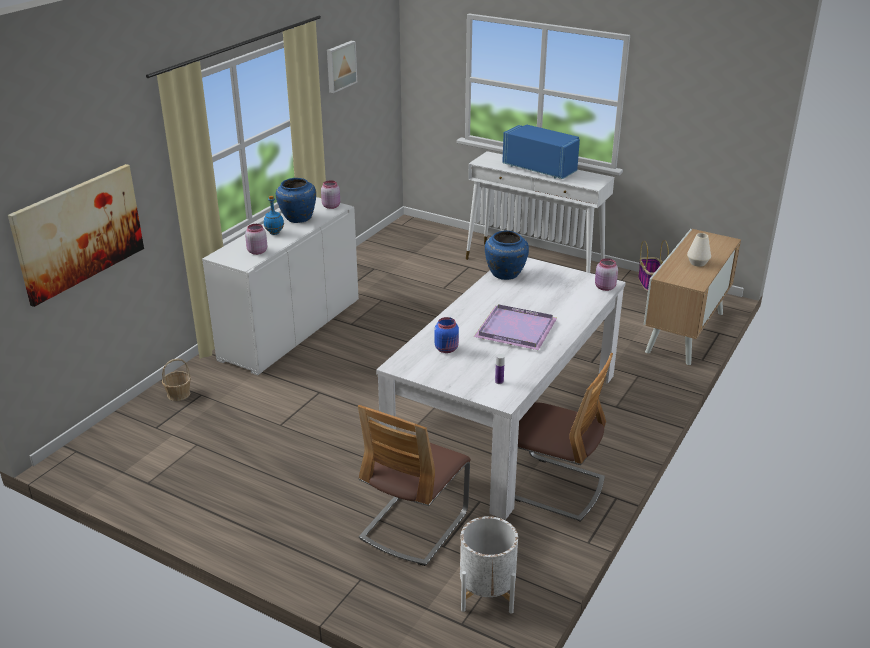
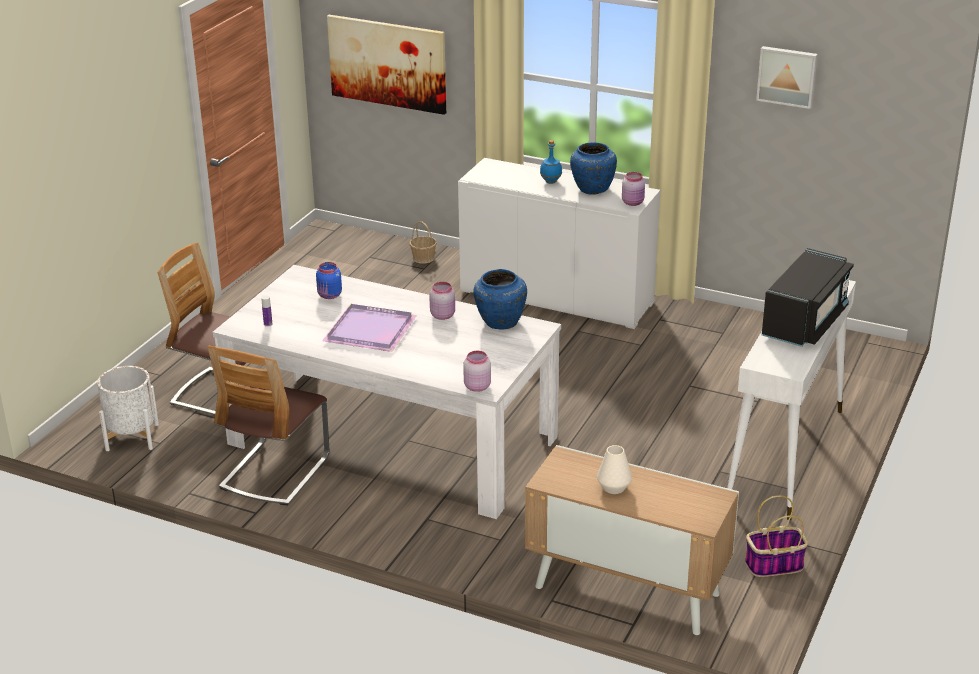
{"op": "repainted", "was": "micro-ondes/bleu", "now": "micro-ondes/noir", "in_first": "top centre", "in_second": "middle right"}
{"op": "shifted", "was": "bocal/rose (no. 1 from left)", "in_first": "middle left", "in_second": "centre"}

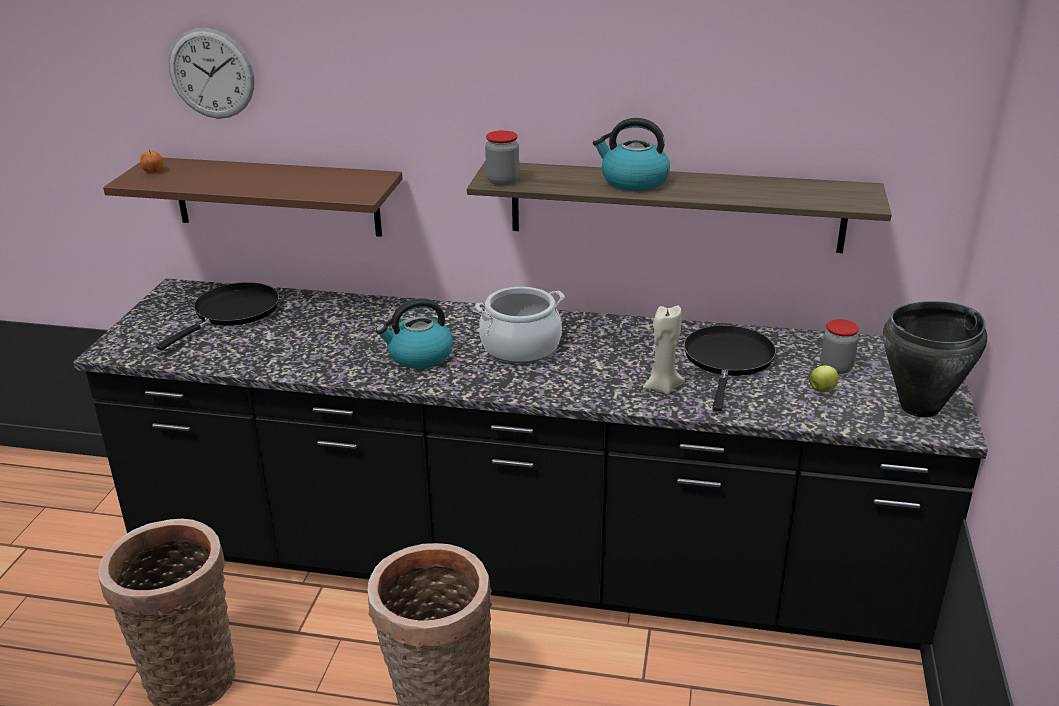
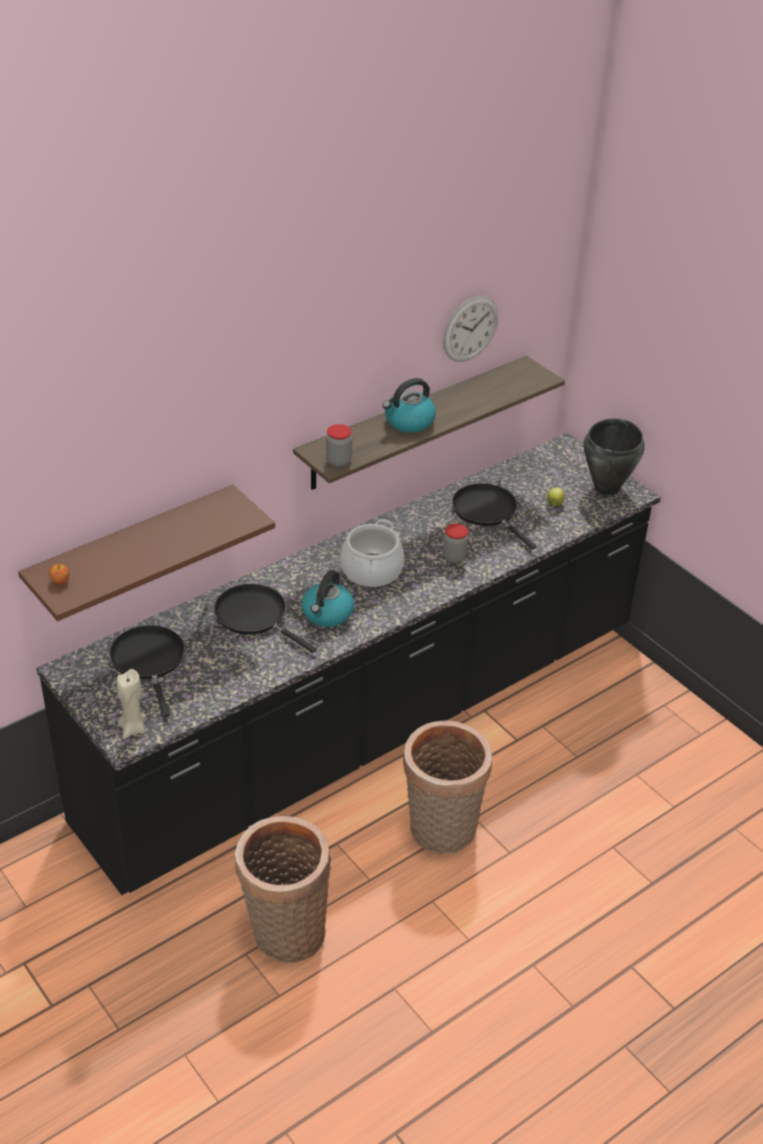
{"op": "shifted", "was": "horloge murale", "in_first": "top left", "in_second": "top centre"}
{"op": "shifted", "was": "bougie/beige", "in_first": "centre", "in_second": "middle left"}
{"op": "shifted", "was": "bocal (no. 2 from left)", "in_first": "middle right", "in_second": "centre"}
{"op": "new", "now": "poêle/noir (no. 2 from left)", "in_second": "centre"}

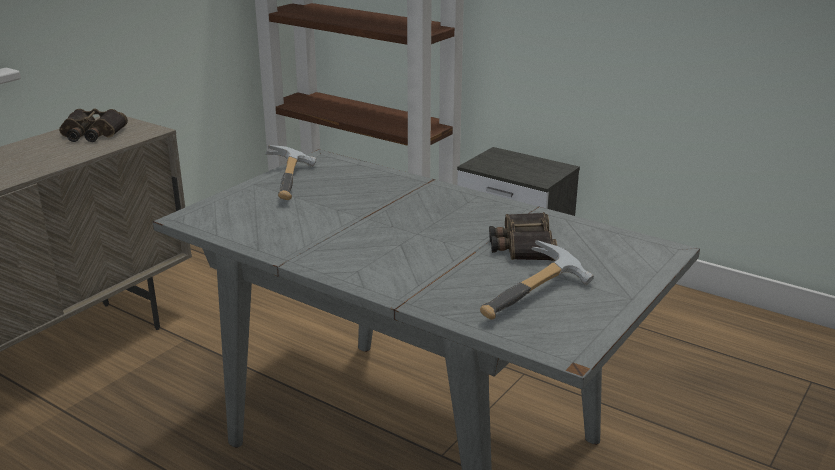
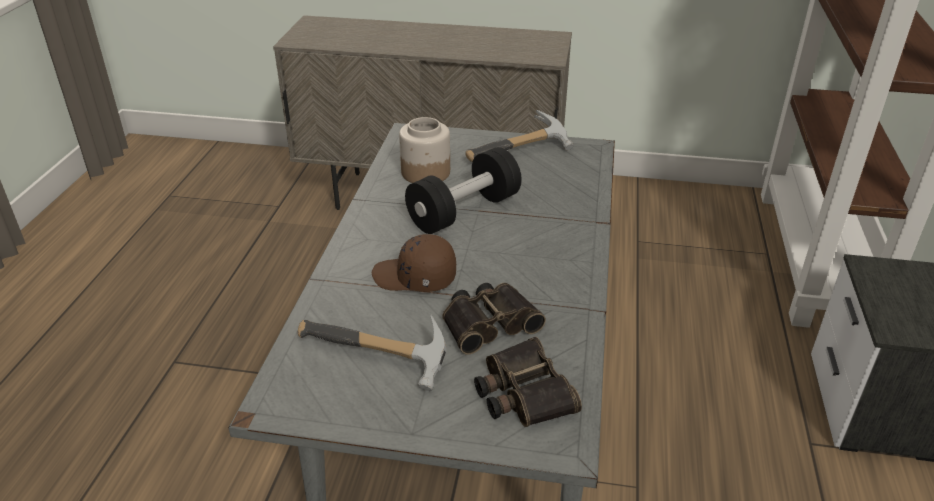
{"op": "shifted", "was": "jumelles (no. 1 from left in the first image)", "now": "jumelles (no. 2 from left)", "in_first": "top left", "in_second": "bottom centre"}
{"op": "new", "now": "bocal", "in_second": "top centre"}
{"op": "new", "now": "haltère/noir", "in_second": "centre"}
{"op": "new", "now": "casquette/marron", "in_second": "centre"}

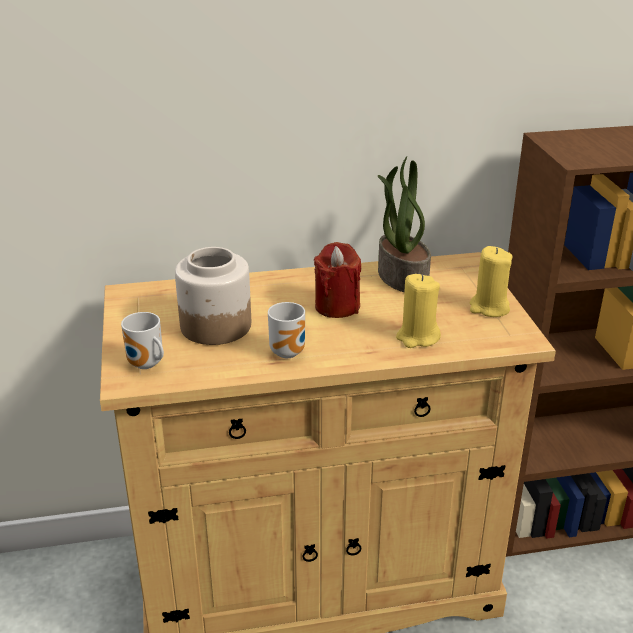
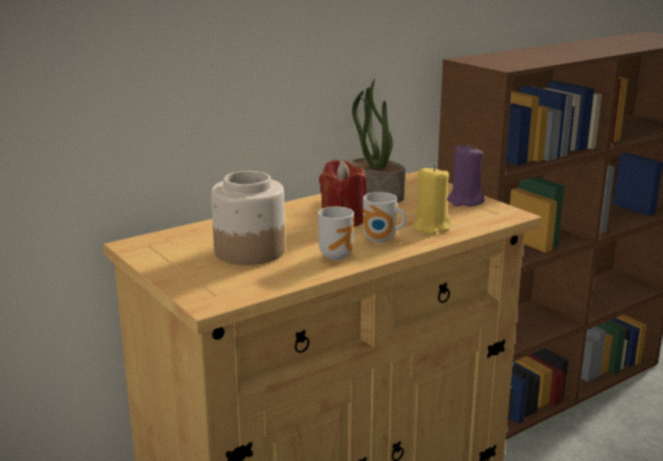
{"op": "repainted", "was": "bougie/jaune (no. 2 from left)", "now": "bougie/violet", "in_first": "middle right", "in_second": "middle right"}
{"op": "shifted", "was": "mug (no. 1 from left in the first image)", "now": "mug (no. 2 from left)", "in_first": "middle left", "in_second": "centre"}

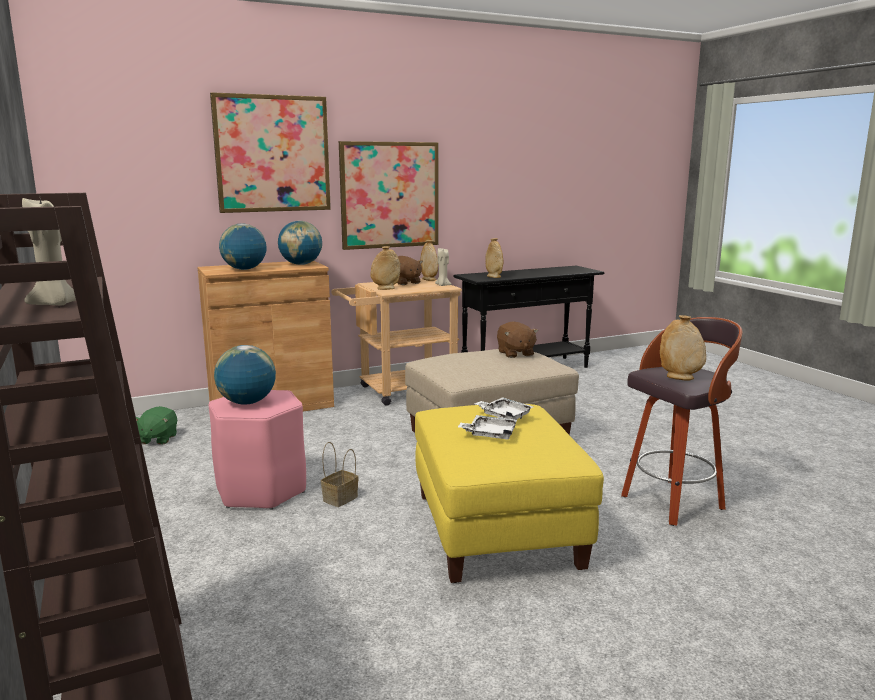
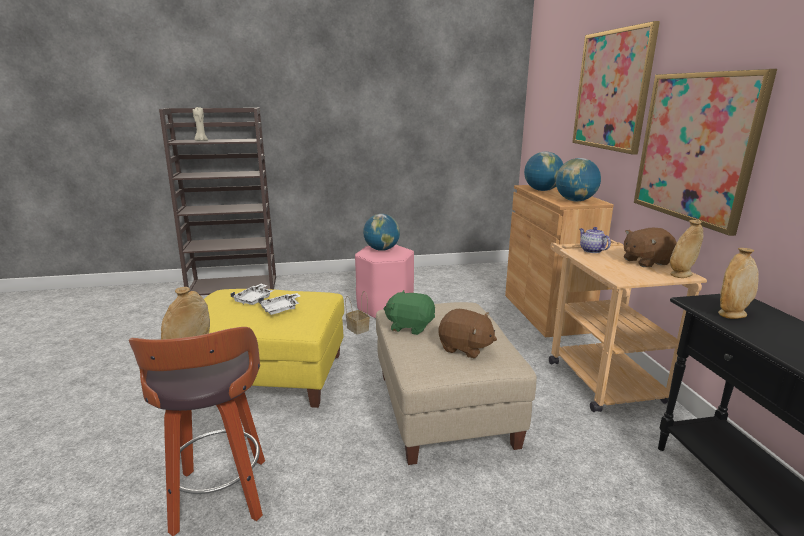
{"op": "swapped", "was": "vase/beige (no. 1 from left)", "now": "théière", "in_first": "centre", "in_second": "middle right"}
{"op": "gone", "was": "bougie/beige (no. 2 from left)", "in_first": "centre"}
{"op": "rotated", "was": "peluche/marron (no. 2 from left in the first image)", "in_first": "centre", "in_second": "centre", "clockwise": -150}
{"op": "shifted", "was": "peluche/vert", "in_first": "middle left", "in_second": "centre"}

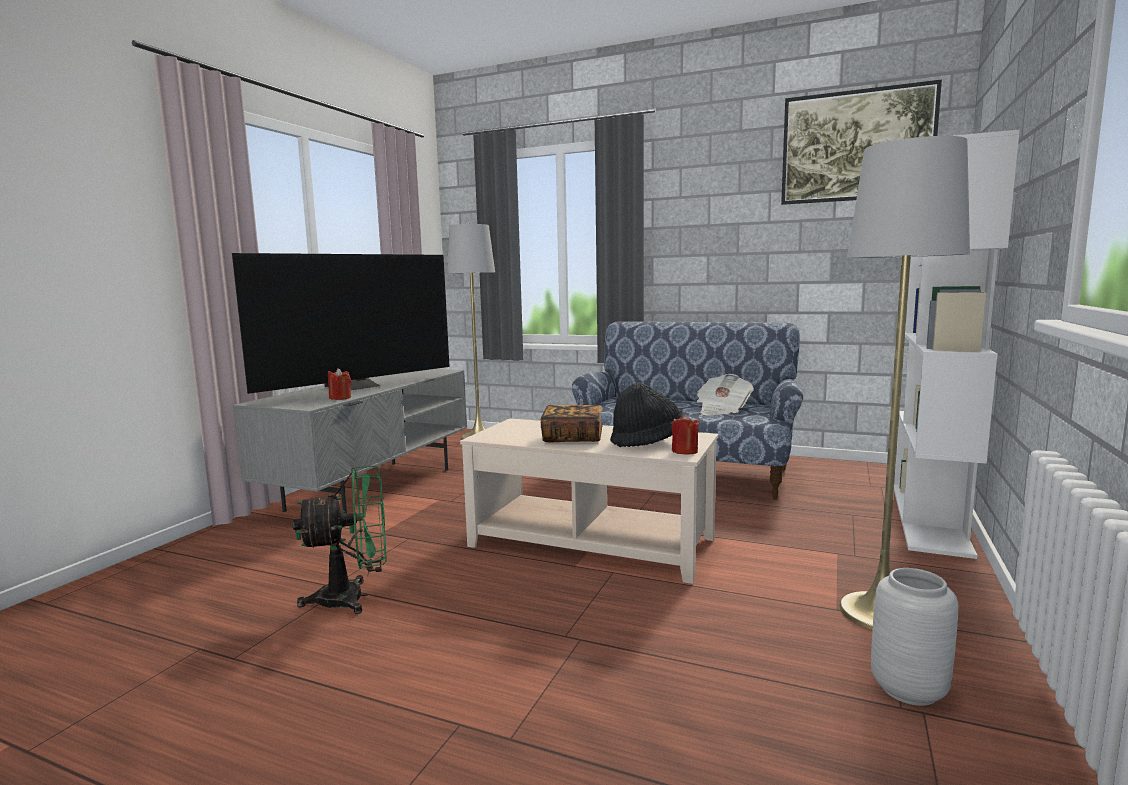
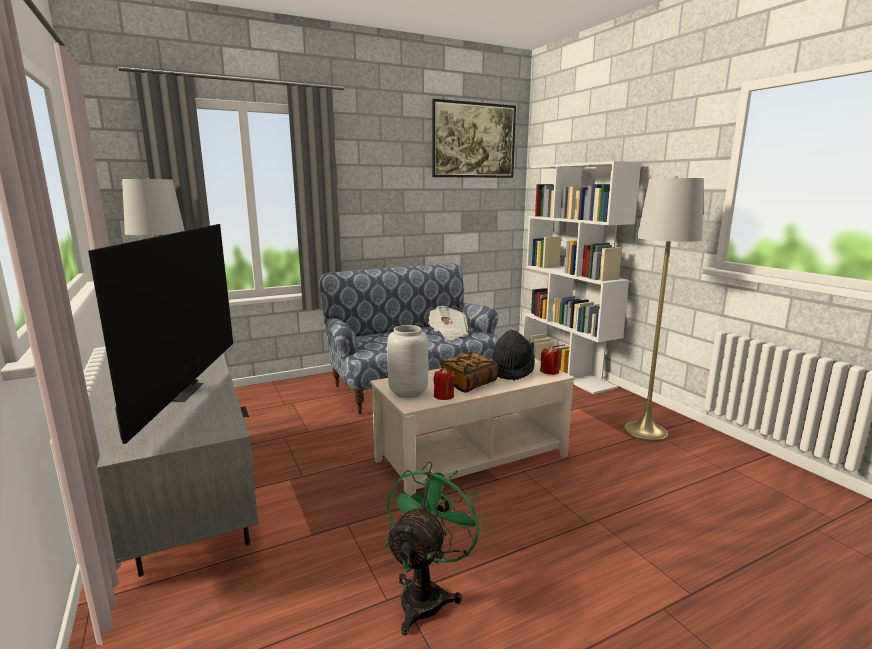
{"op": "shifted", "was": "bougie/rouge (no. 1 from left)", "in_first": "middle left", "in_second": "centre"}
{"op": "shifted", "was": "vase/gris", "in_first": "bottom right", "in_second": "centre"}

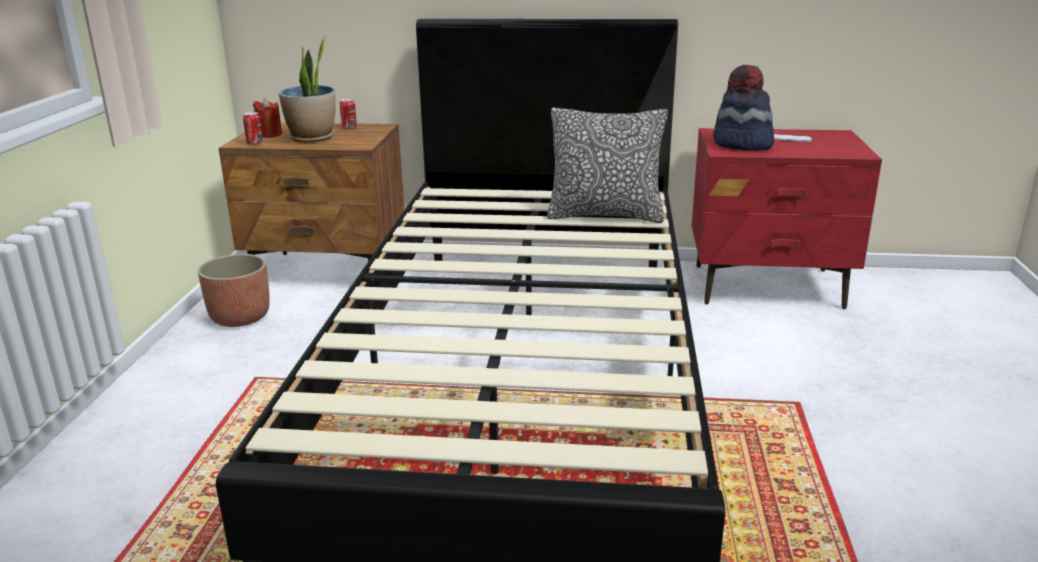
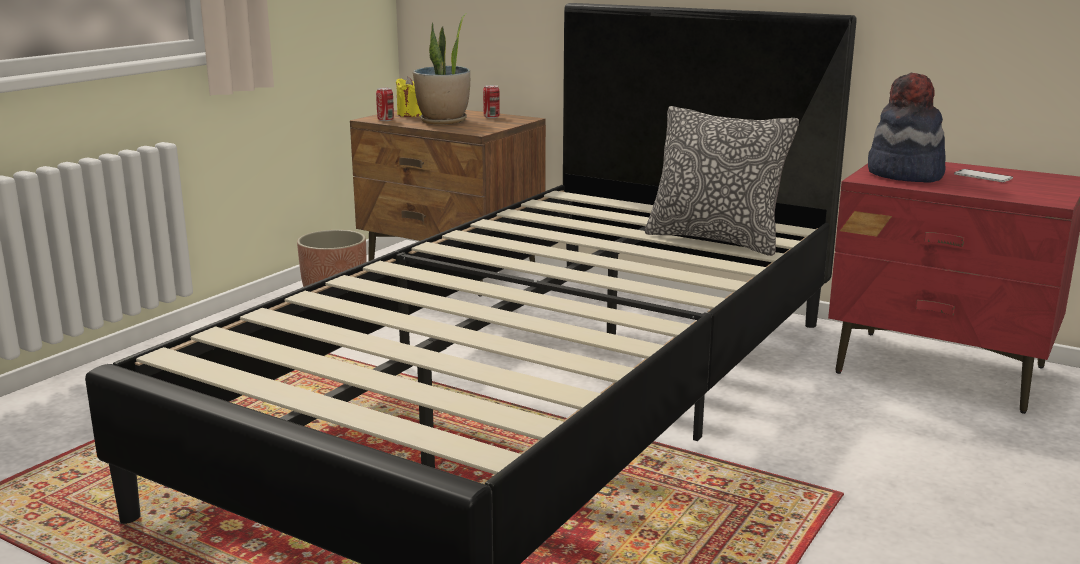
{"op": "repainted", "was": "bougie/rouge", "now": "bougie/jaune", "in_first": "top left", "in_second": "top centre"}

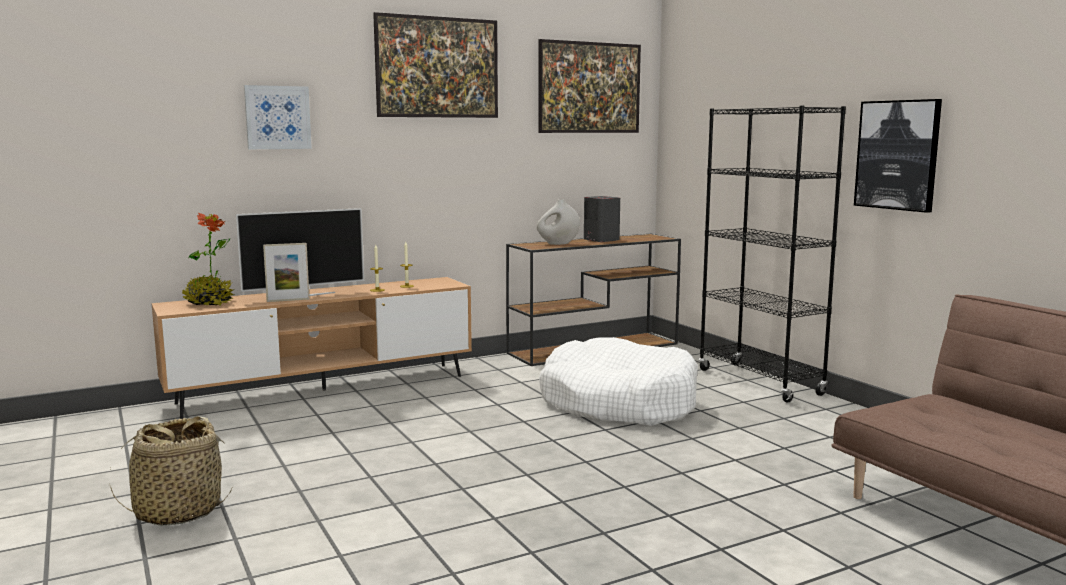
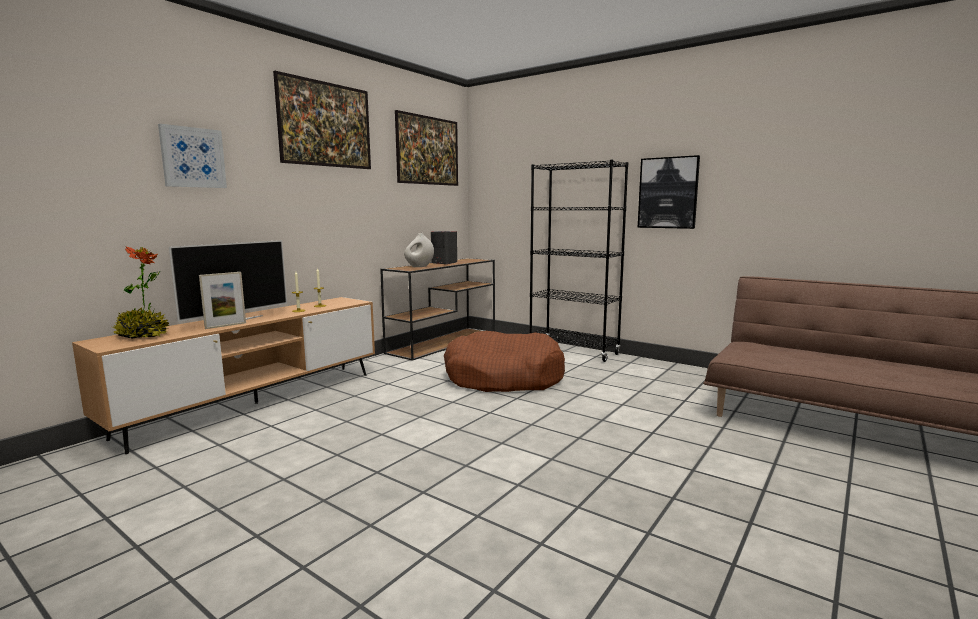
{"op": "repainted", "was": "panier pour chien/blanc", "now": "panier pour chien/marron", "in_first": "centre", "in_second": "centre"}
{"op": "gone", "was": "panier", "in_first": "bottom left"}

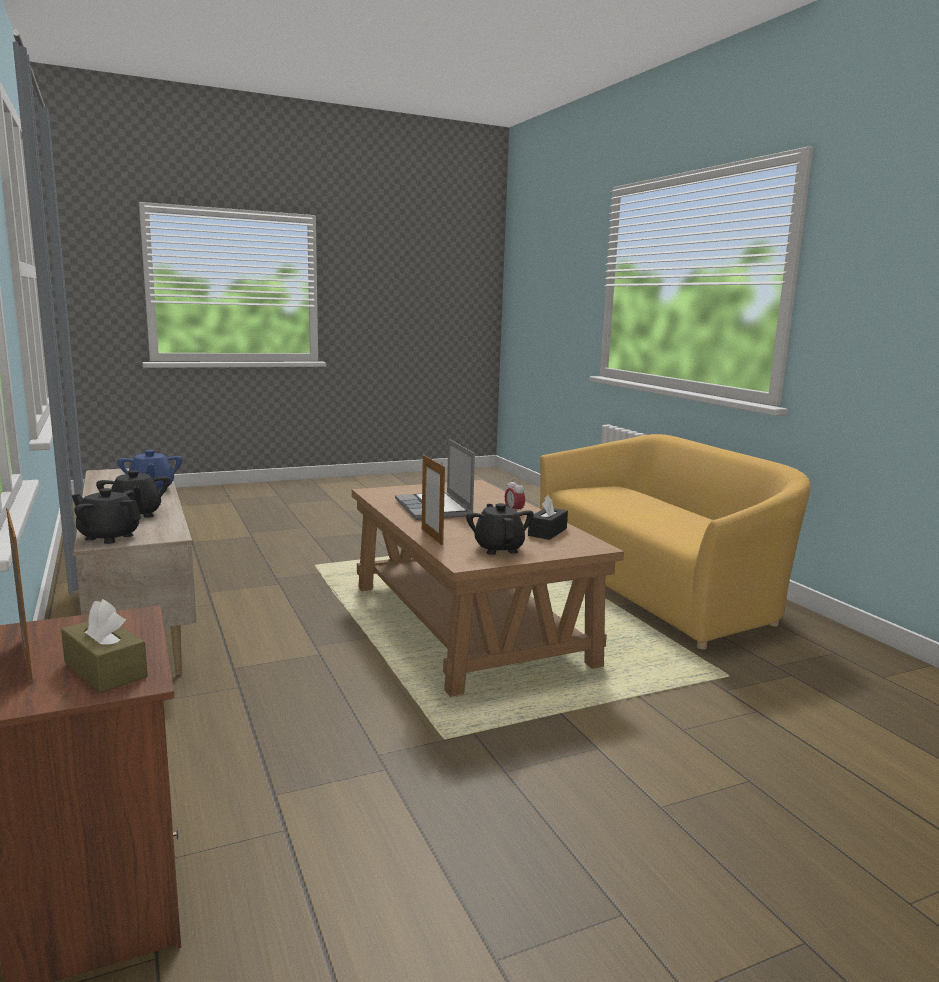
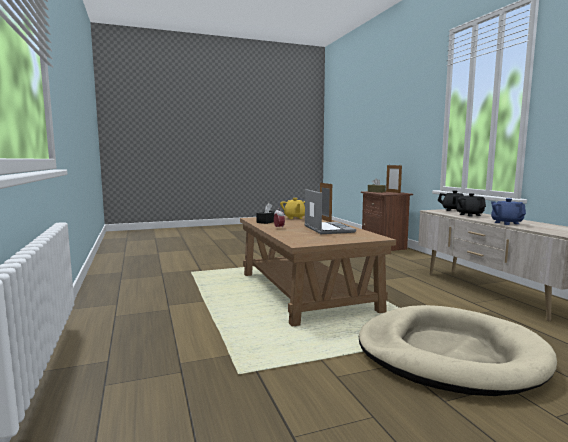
{"op": "gone", "was": "canapé/jaune", "in_first": "middle right"}
{"op": "repainted", "was": "théière/noir (no. 3 from left)", "now": "théière/jaune", "in_first": "centre", "in_second": "centre"}
{"op": "new", "now": "panier pour chien/beige", "in_second": "bottom right"}

